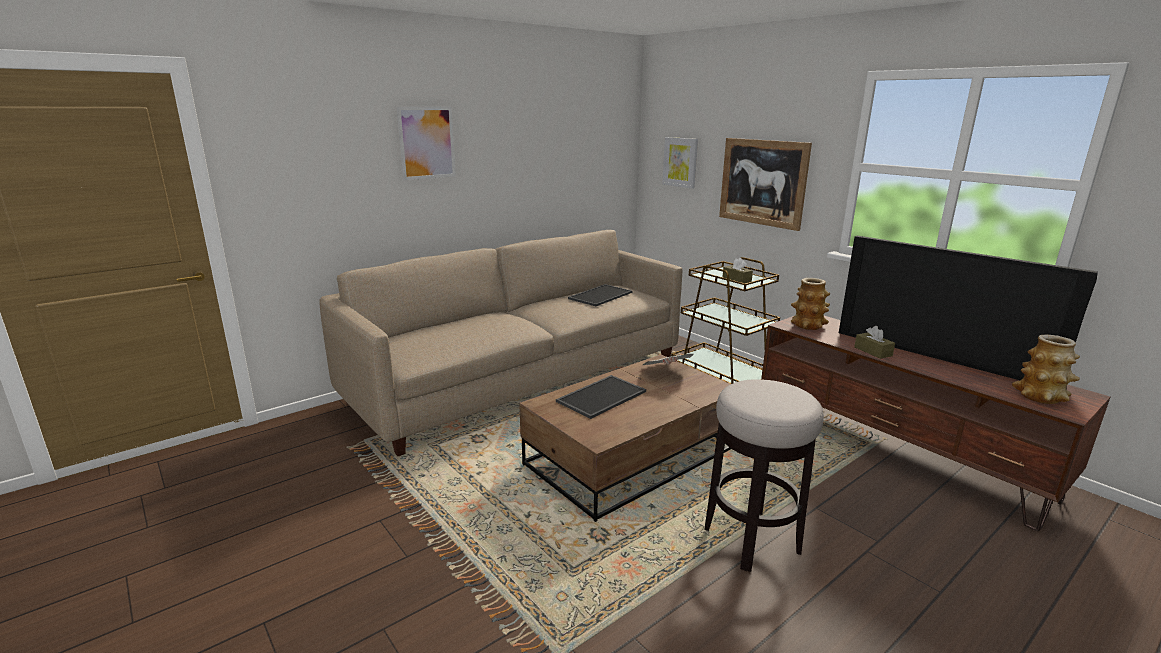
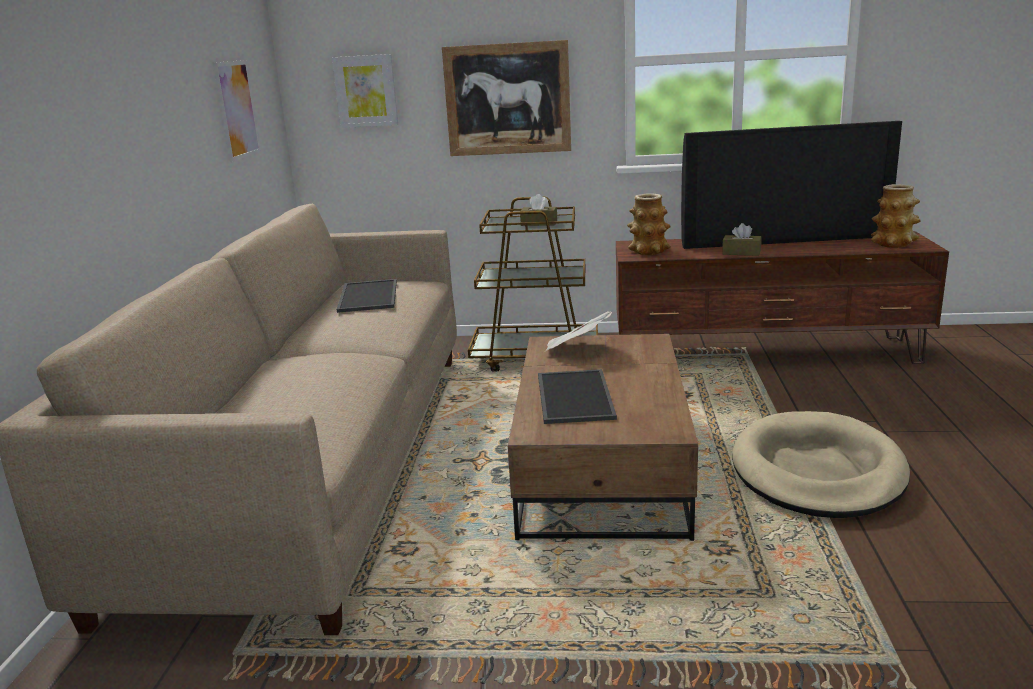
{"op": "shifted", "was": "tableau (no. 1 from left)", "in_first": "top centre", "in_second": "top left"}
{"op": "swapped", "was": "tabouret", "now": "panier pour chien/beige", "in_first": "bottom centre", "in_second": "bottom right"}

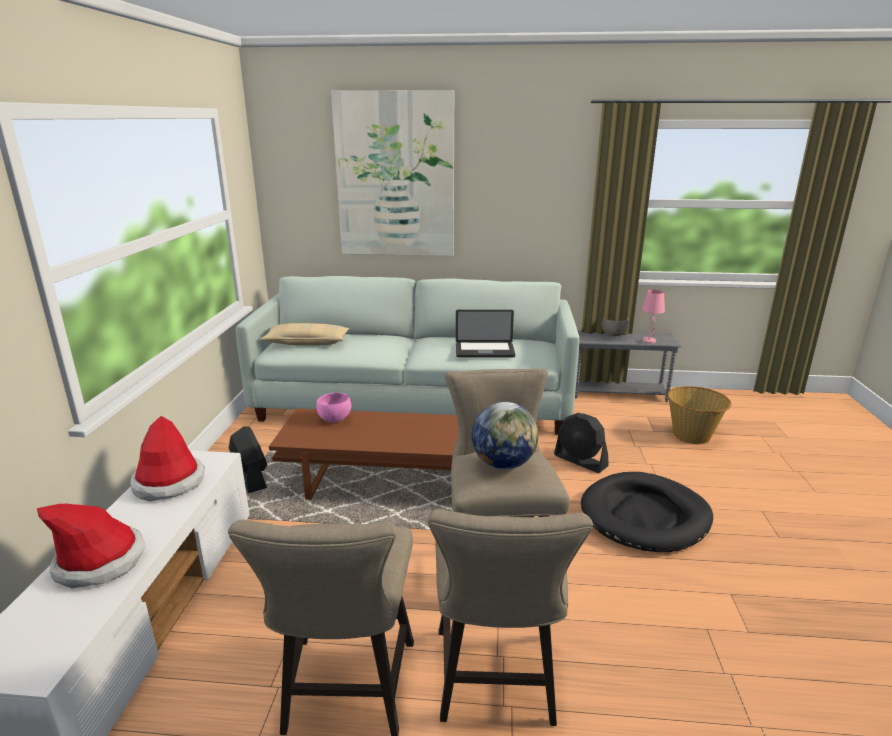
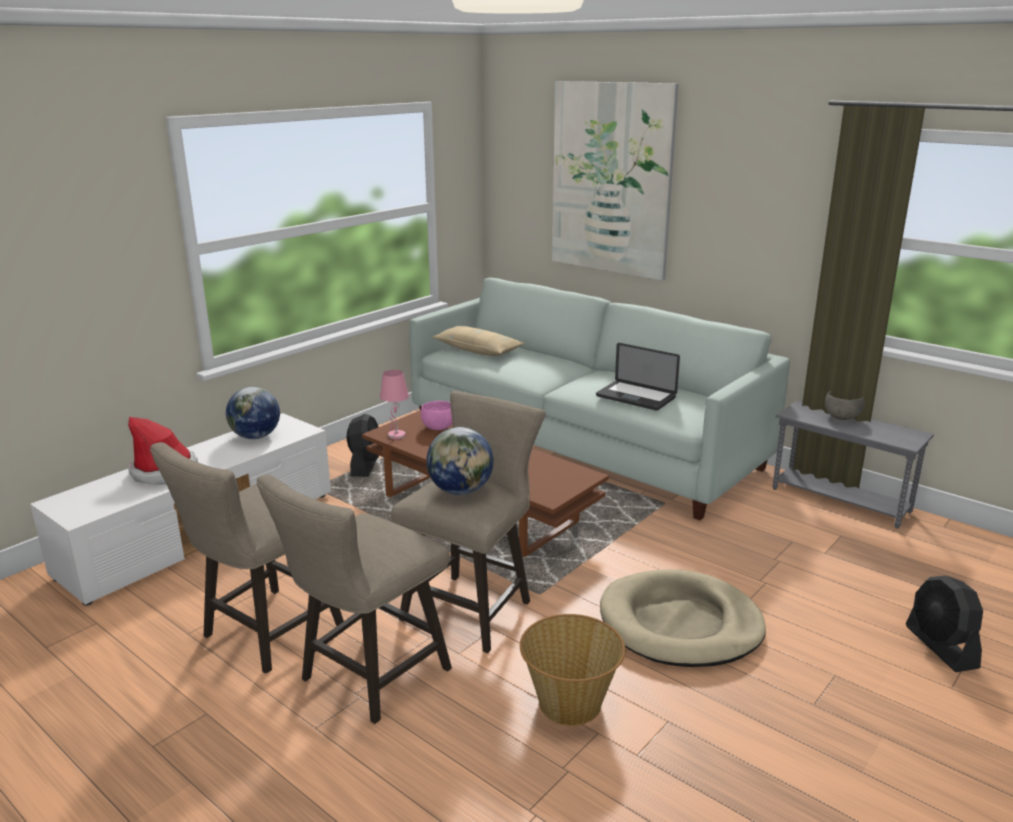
{"op": "shifted", "was": "lampe de table/rose", "in_first": "middle right", "in_second": "centre"}
{"op": "shifted", "was": "panier", "in_first": "middle right", "in_second": "bottom centre"}
{"op": "shifted", "was": "ventilateur/noir (no. 2 from left)", "in_first": "centre", "in_second": "bottom right"}
{"op": "swapped", "was": "chapeau (no. 2 from left)", "now": "globe (no. 1 from left)", "in_first": "middle left", "in_second": "middle left"}
{"op": "repainted", "was": "panier pour chien/noir", "now": "panier pour chien/beige", "in_first": "bottom right", "in_second": "bottom right"}

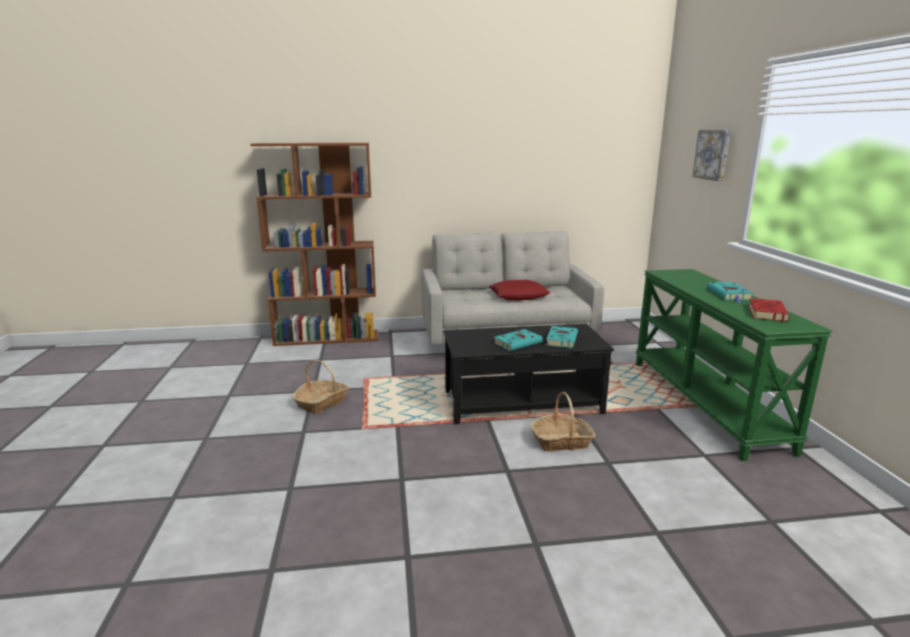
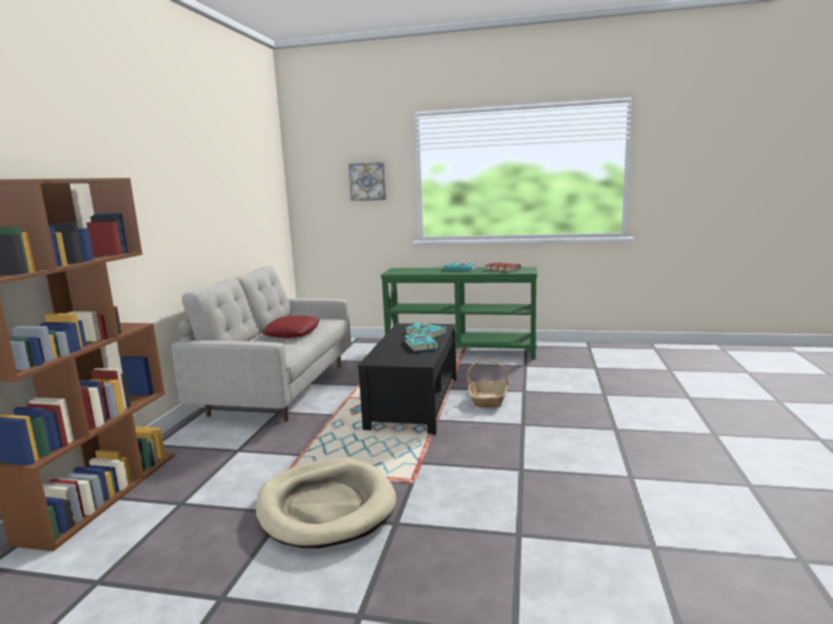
{"op": "swapped", "was": "panier (no. 1 from left)", "now": "panier pour chien/beige", "in_first": "centre", "in_second": "bottom centre"}

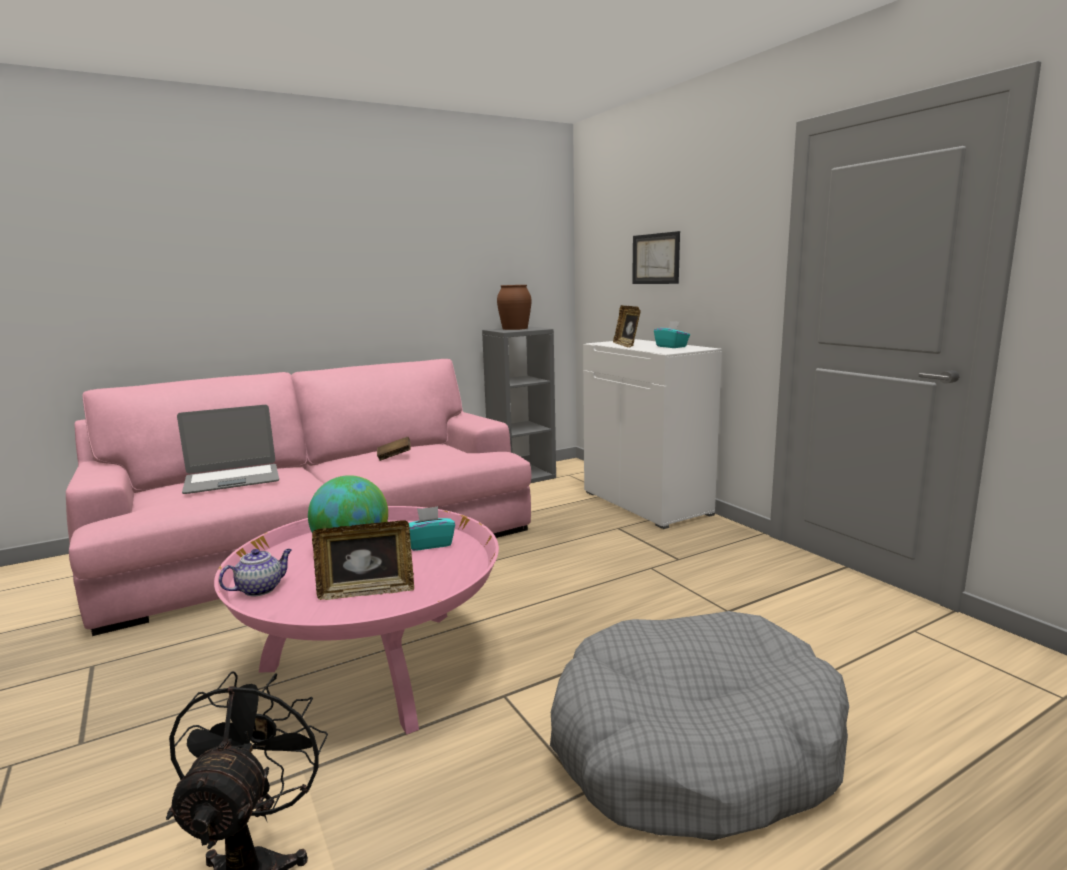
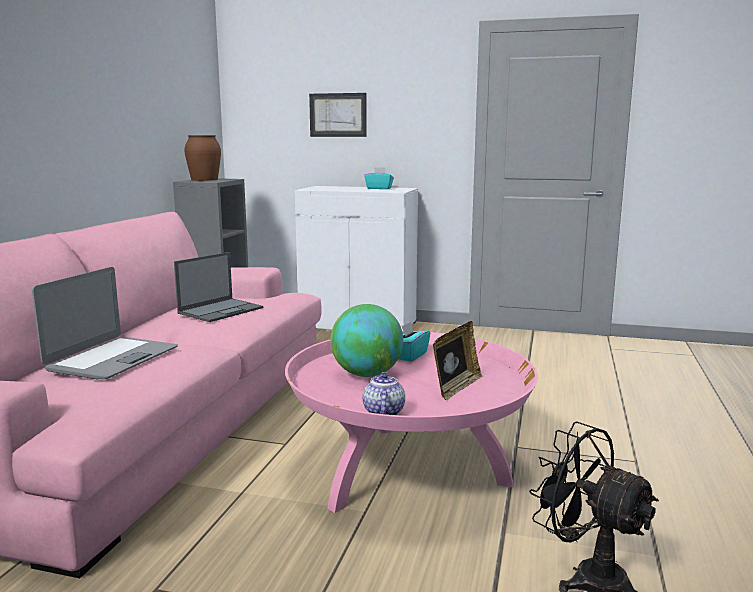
{"op": "gone", "was": "cadre photo (no. 2 from left)", "in_first": "centre"}
{"op": "swapped", "was": "livre/marron", "now": "ordinateur portable (no. 2 from left)", "in_first": "centre", "in_second": "middle left"}
{"op": "gone", "was": "panier pour chien/gris", "in_first": "bottom centre"}

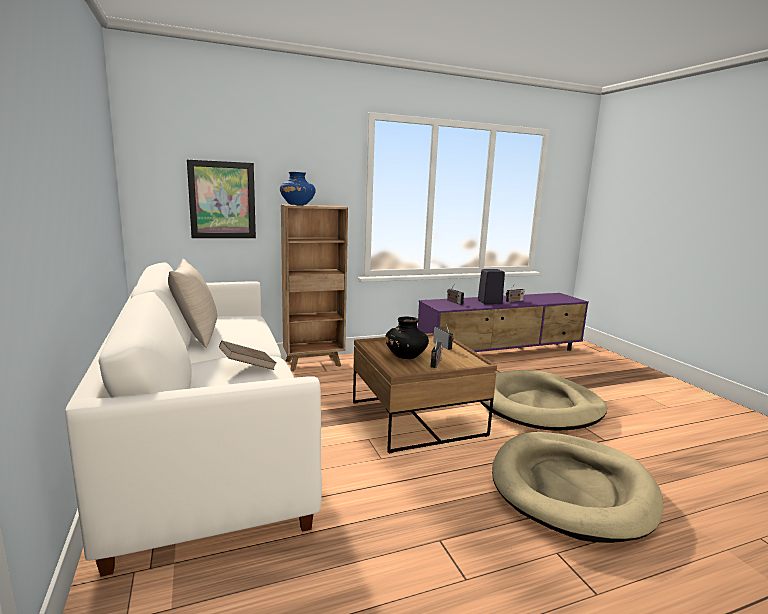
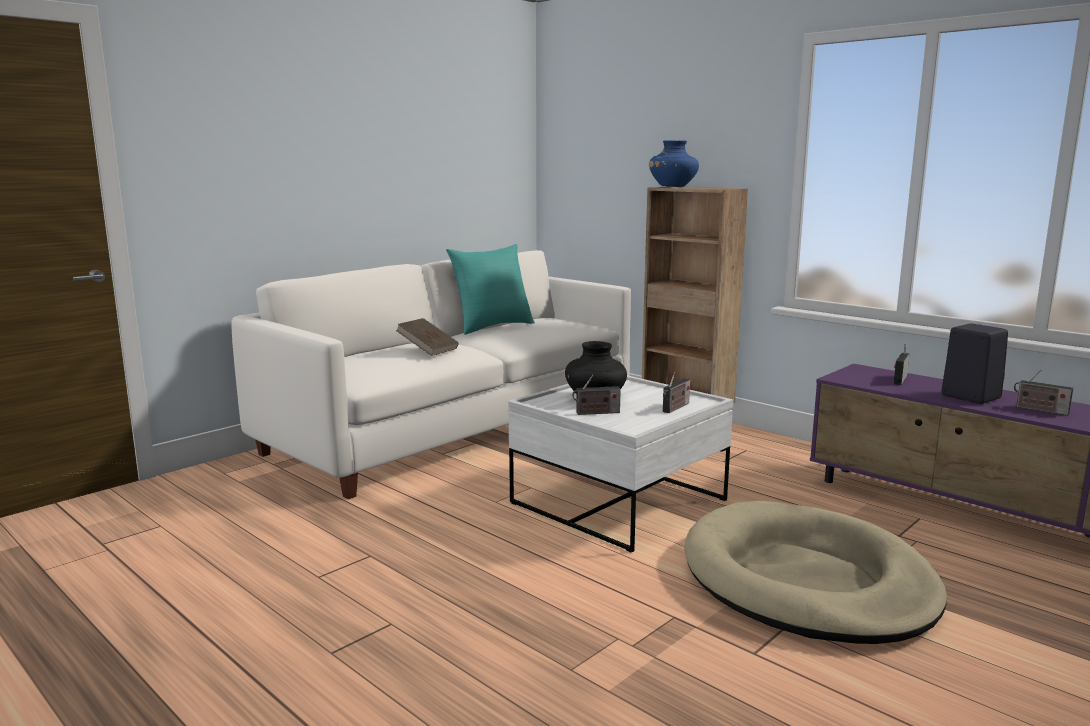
{"op": "gone", "was": "tableau", "in_first": "top left"}
{"op": "repainted", "was": "coussin/beige", "now": "coussin/turquoise", "in_first": "middle left", "in_second": "centre"}
{"op": "repainted", "was": "table basse/marron", "now": "table basse/blanc", "in_first": "centre", "in_second": "centre"}
{"op": "gone", "was": "panier pour chien/beige (no. 2 from left)", "in_first": "bottom right"}

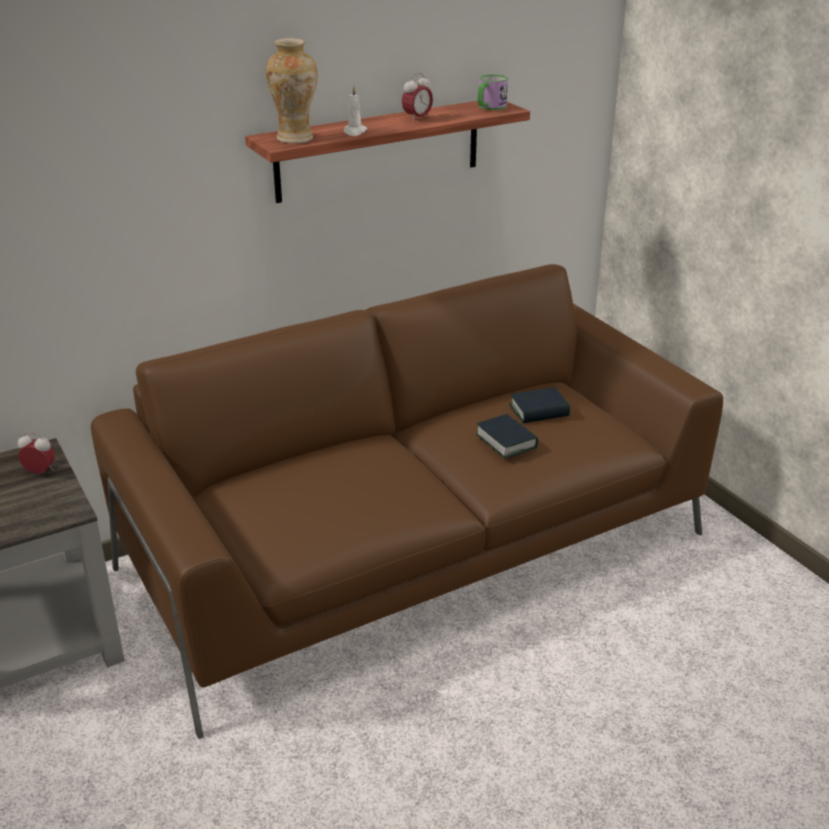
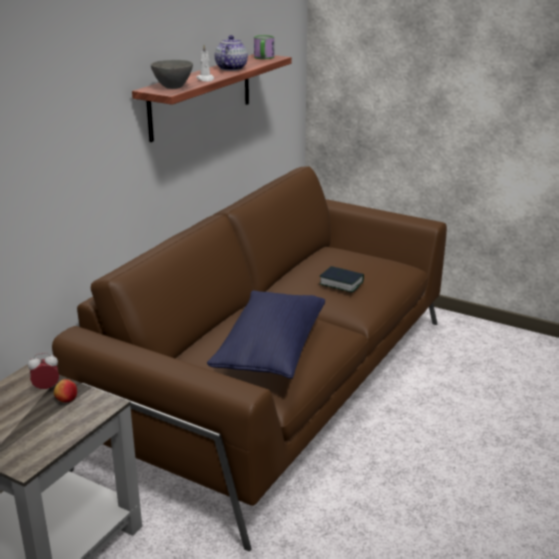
{"op": "swapped", "was": "vase", "now": "bol/gris", "in_first": "top centre", "in_second": "top left"}
{"op": "swapped", "was": "réveil (no. 2 from left)", "now": "théière", "in_first": "top centre", "in_second": "top centre"}
{"op": "gone", "was": "livre (no. 2 from left)", "in_first": "centre"}
{"op": "new", "now": "coussin/bleu", "in_second": "centre"}
{"op": "new", "now": "pomme", "in_second": "bottom left"}

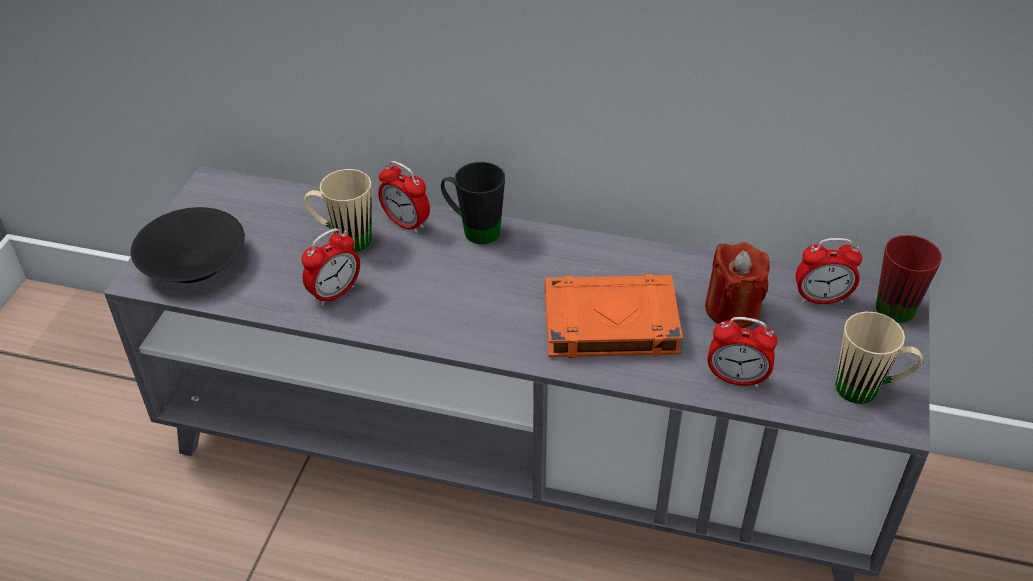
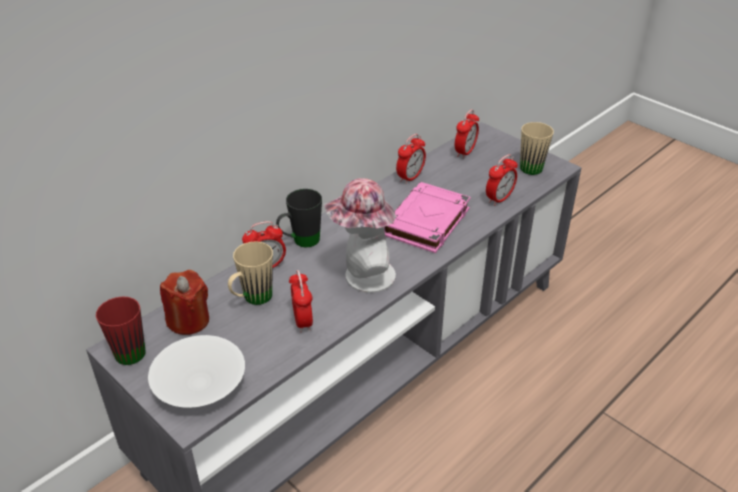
{"op": "repainted", "was": "bol/noir", "now": "bol/blanc", "in_first": "middle left", "in_second": "bottom left"}
{"op": "shifted", "was": "mug/rouge", "in_first": "middle right", "in_second": "bottom left"}
{"op": "shifted", "was": "bougie/rouge", "in_first": "middle right", "in_second": "middle left"}
{"op": "repainted", "was": "livre/orange", "now": "livre/rose", "in_first": "centre", "in_second": "centre"}
{"op": "new", "now": "réveil (no. 3 from left)", "in_second": "top centre"}
{"op": "new", "now": "chapeau", "in_second": "centre"}

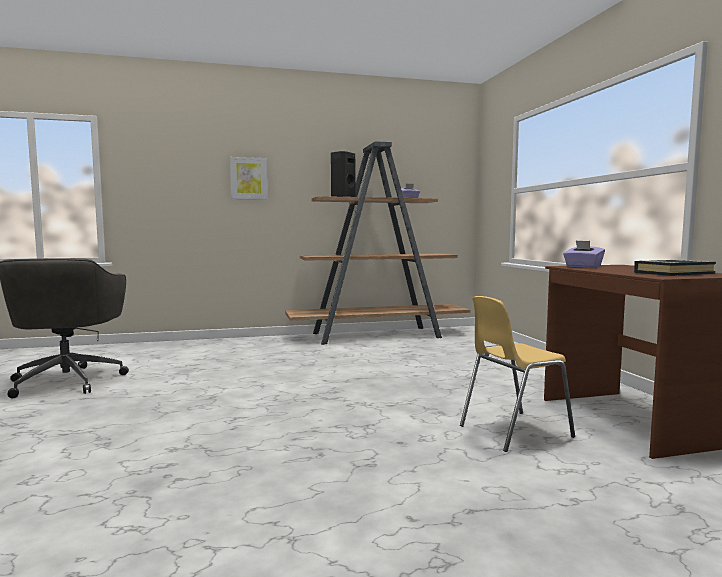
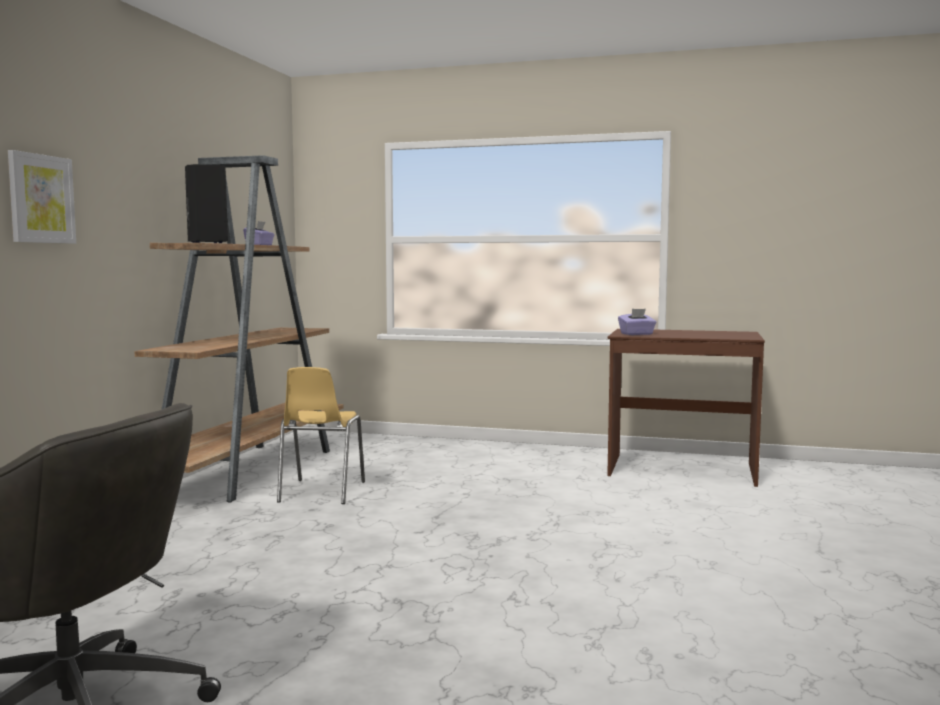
{"op": "gone", "was": "livre/noir", "in_first": "middle right"}
{"op": "shifted", "was": "chaise/jaune", "in_first": "middle right", "in_second": "centre"}

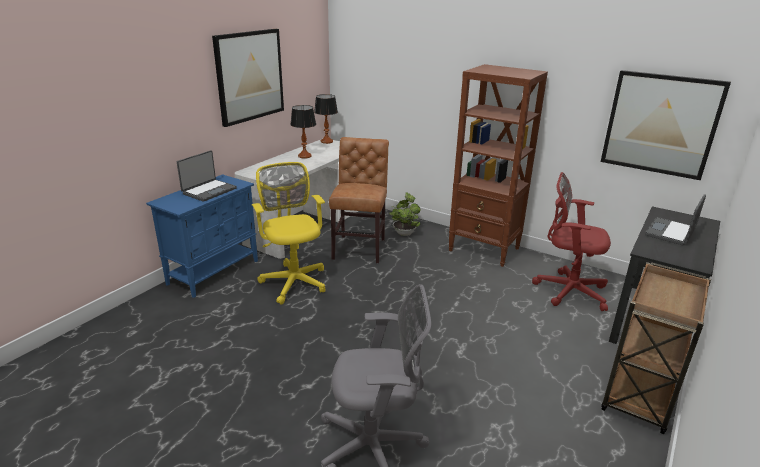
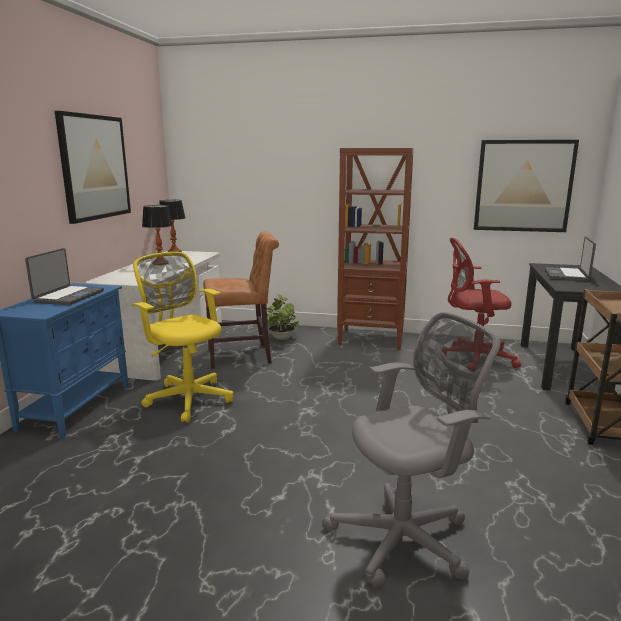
{"op": "rotated", "was": "chaise/marron", "in_first": "centre", "in_second": "centre", "clockwise": 90}

